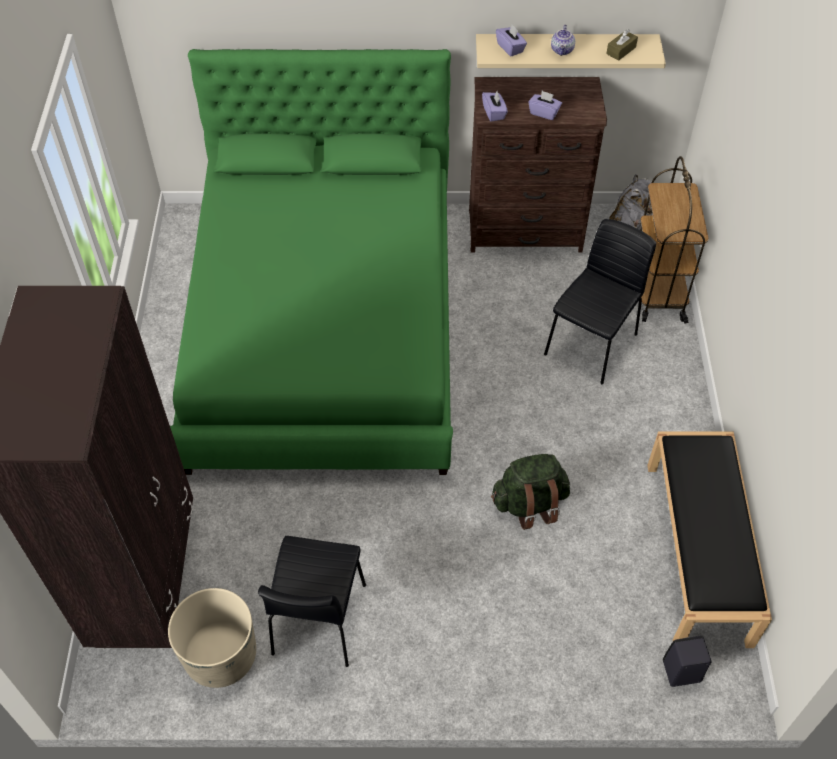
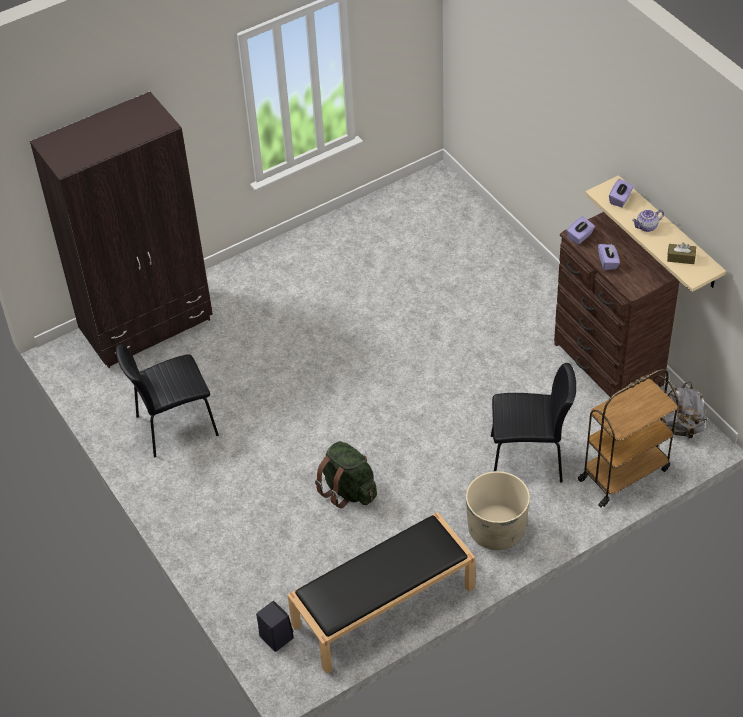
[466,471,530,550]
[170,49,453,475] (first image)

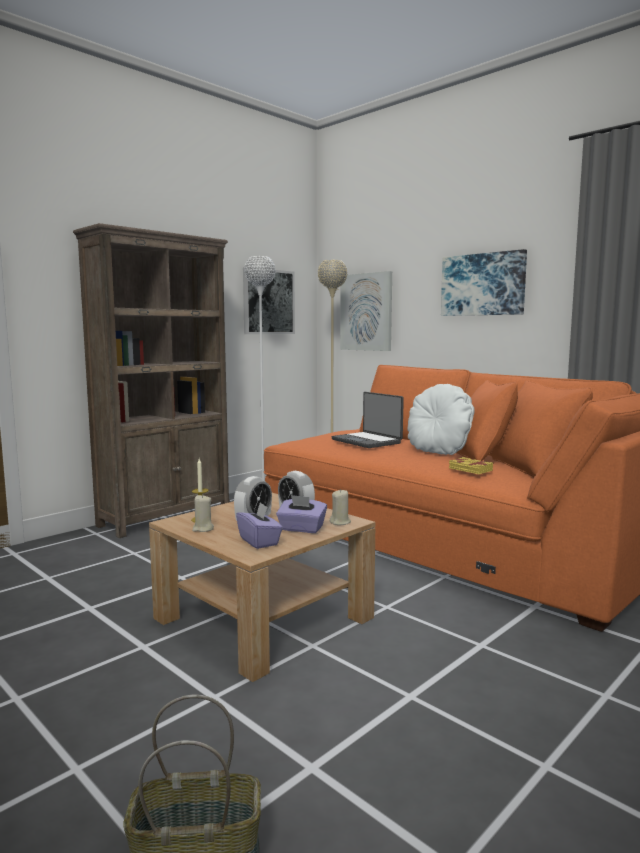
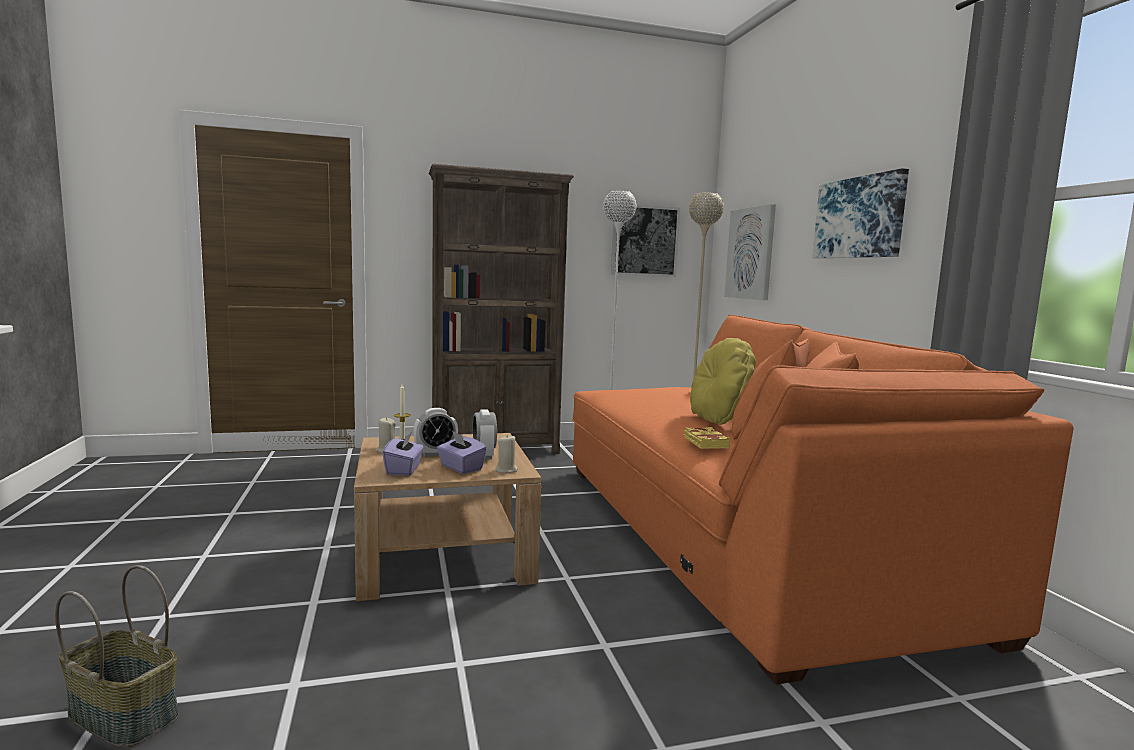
[690,338,756,425]
[332,392,404,448] (first image)

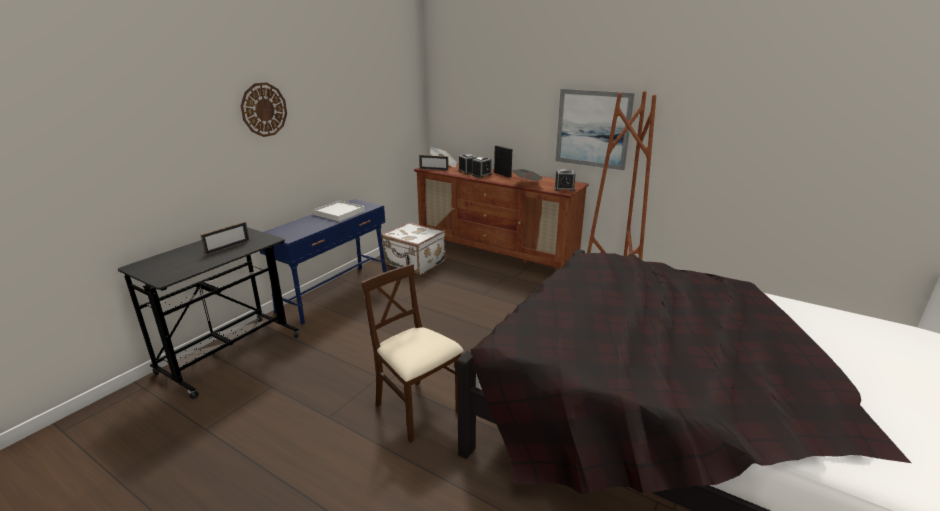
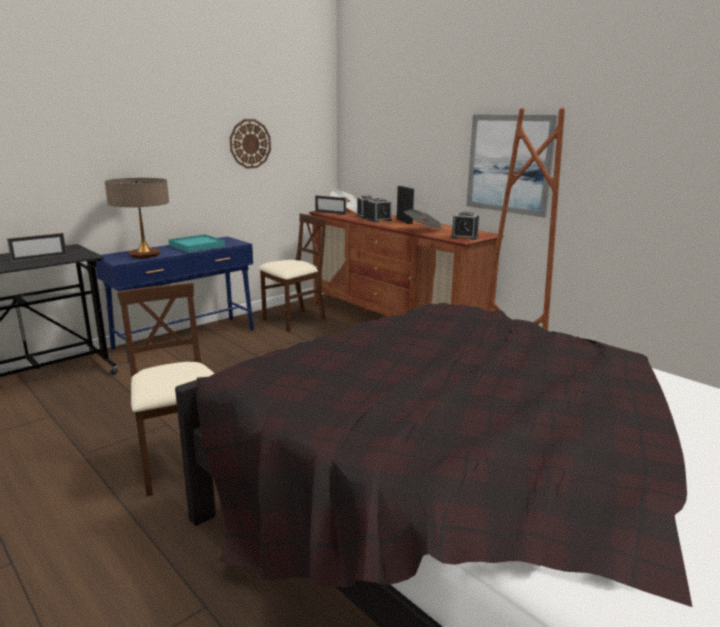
[105,178,169,258]
[168,234,225,252]
[230,119,271,169]
[259,214,326,332]

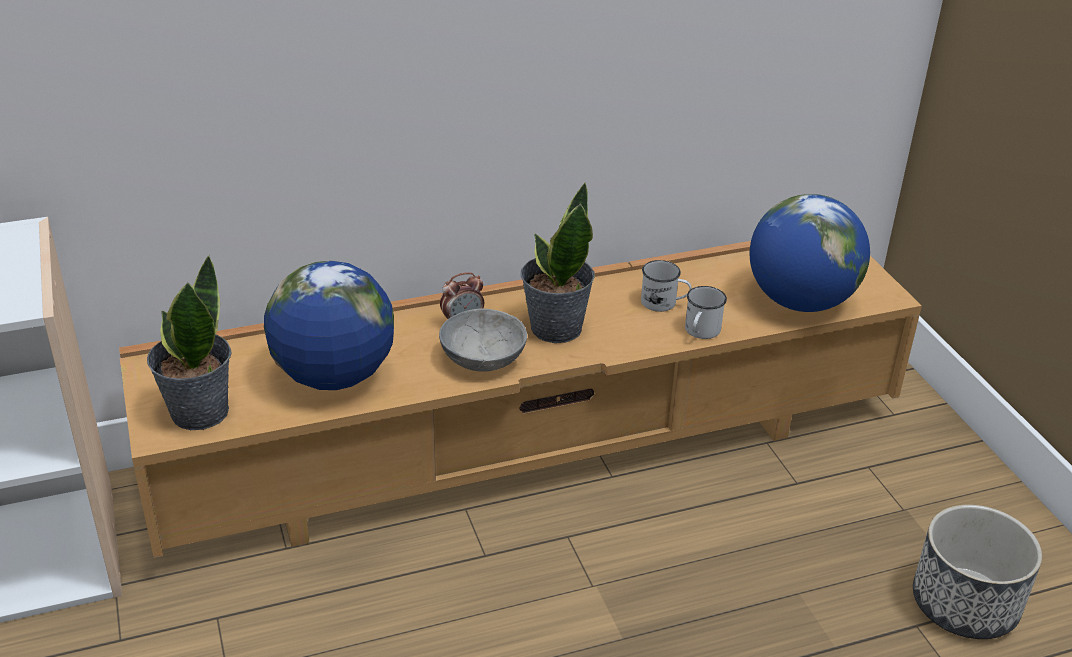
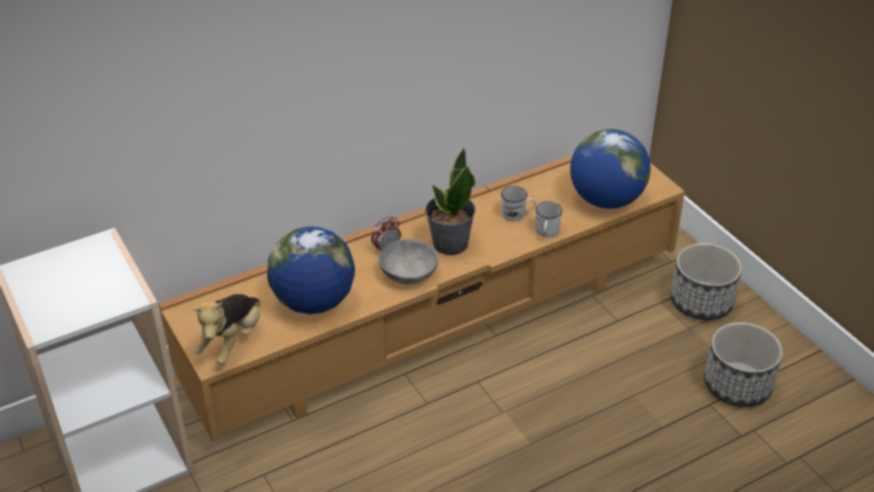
[193,294,260,365]
[670,243,742,320]

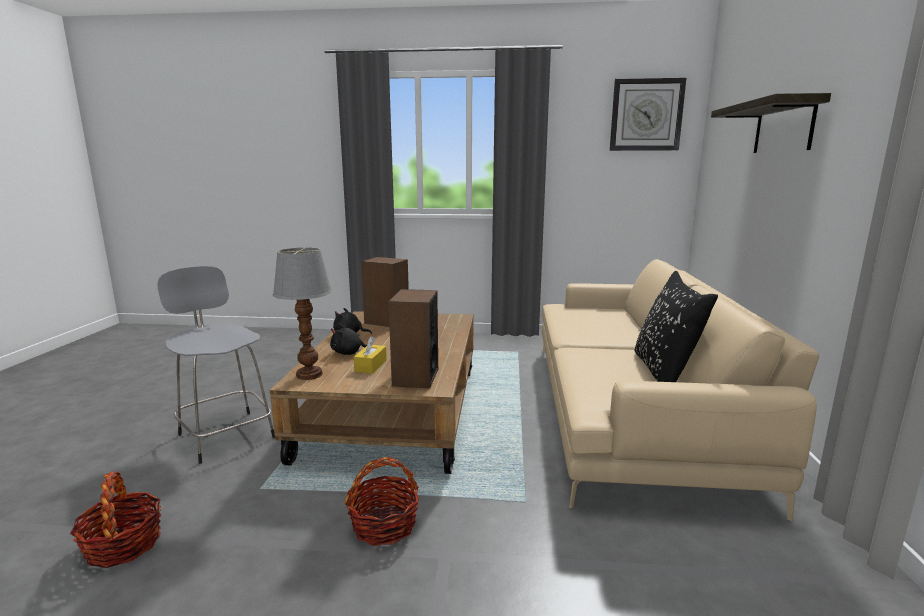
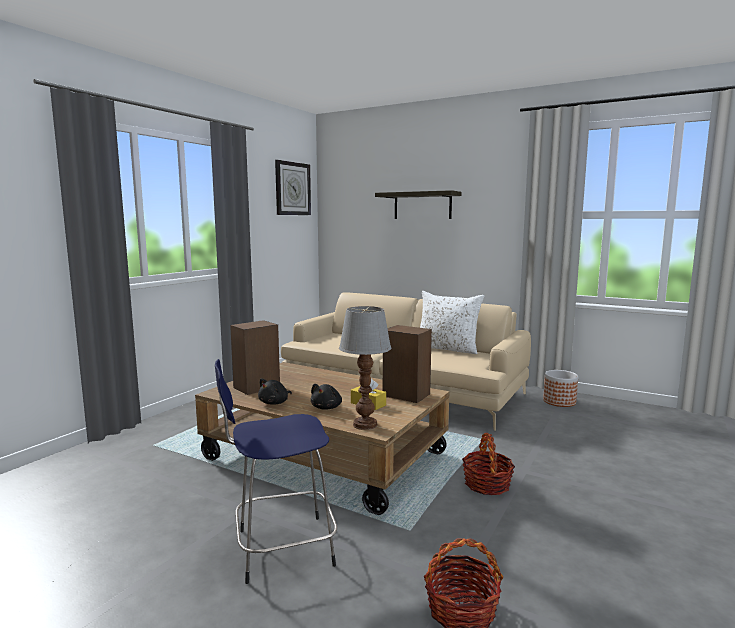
[215,359,337,584]
[420,291,484,354]
[543,370,578,407]

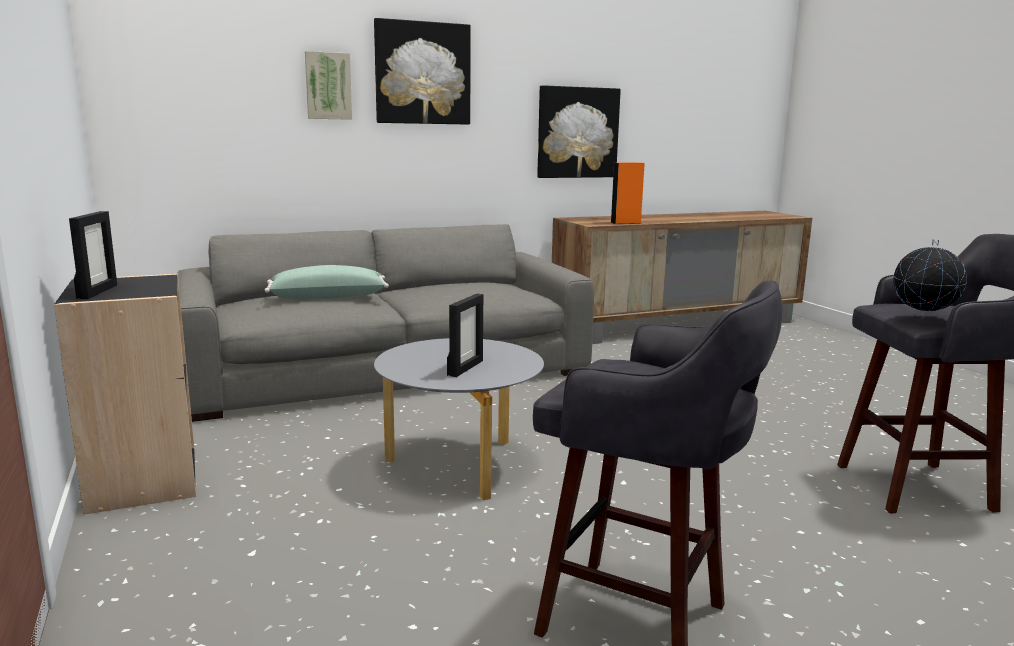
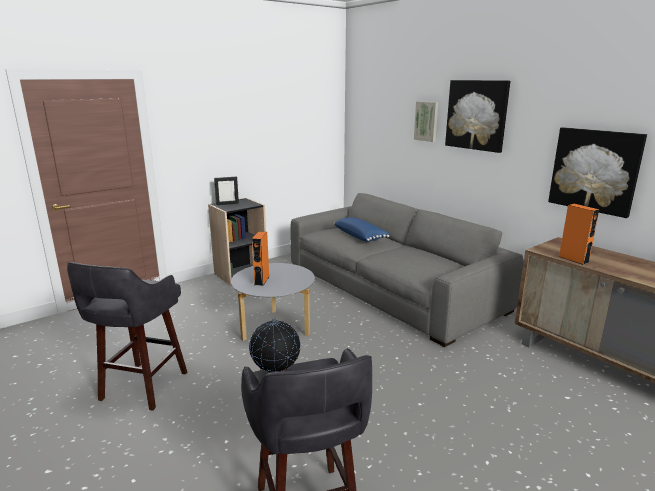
[252,231,270,286]
[334,217,390,242]

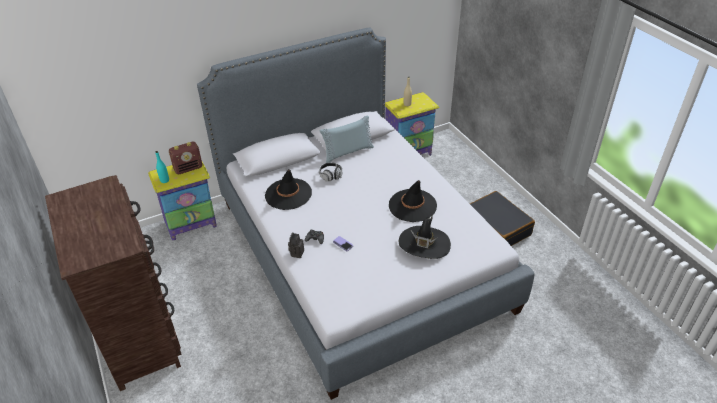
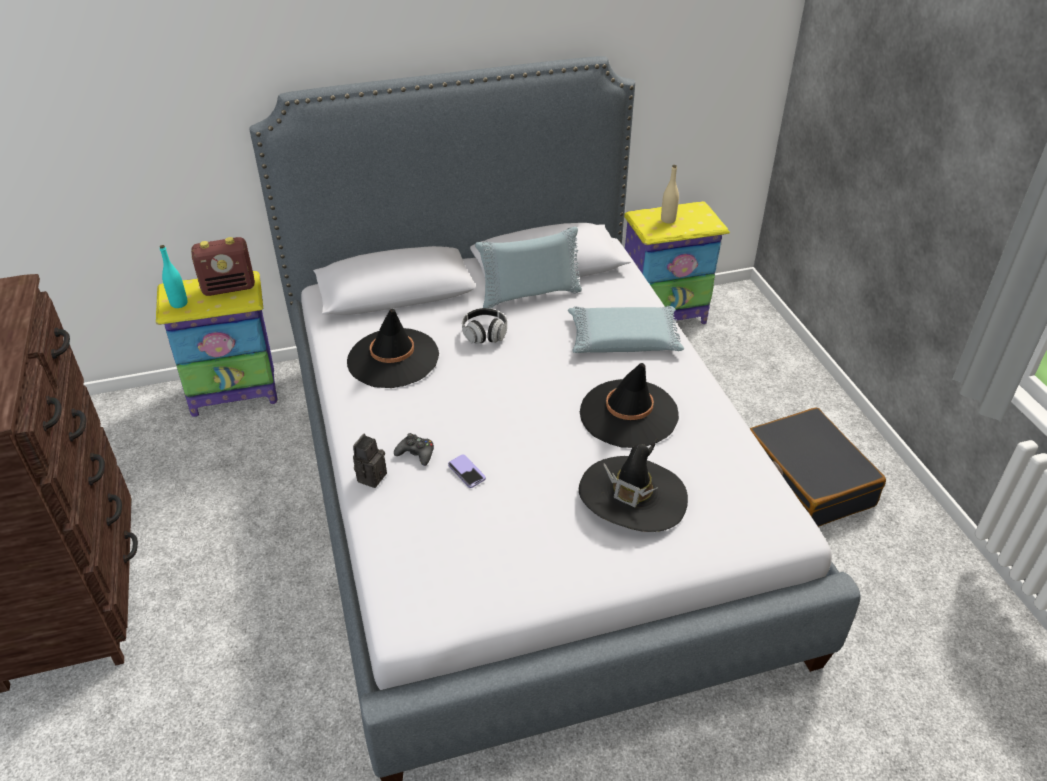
[568,306,684,353]

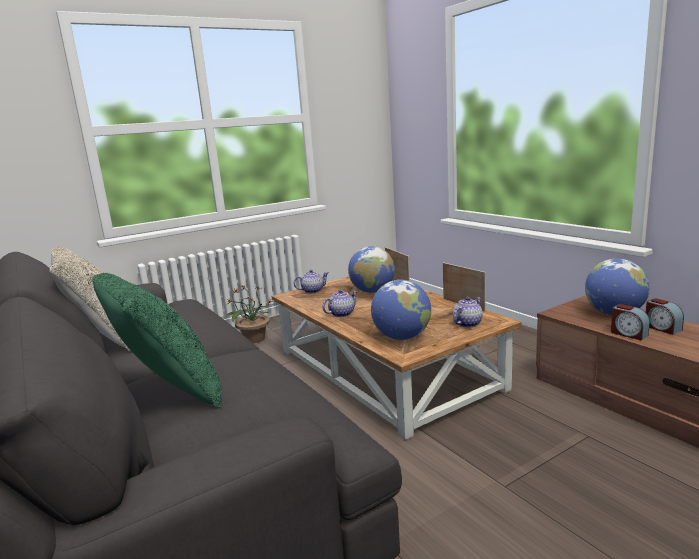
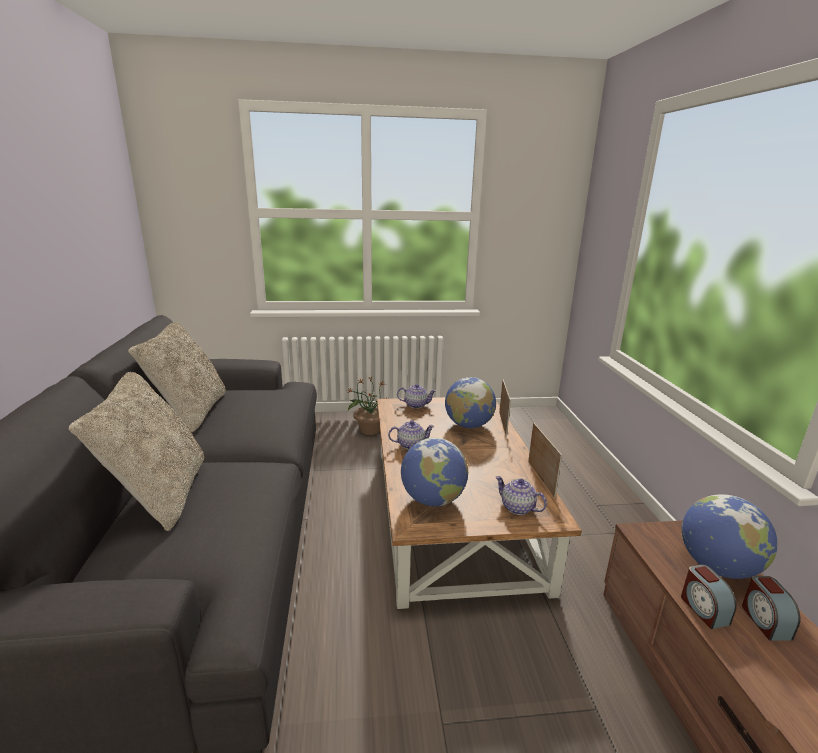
[68,372,204,531]
[495,476,547,515]

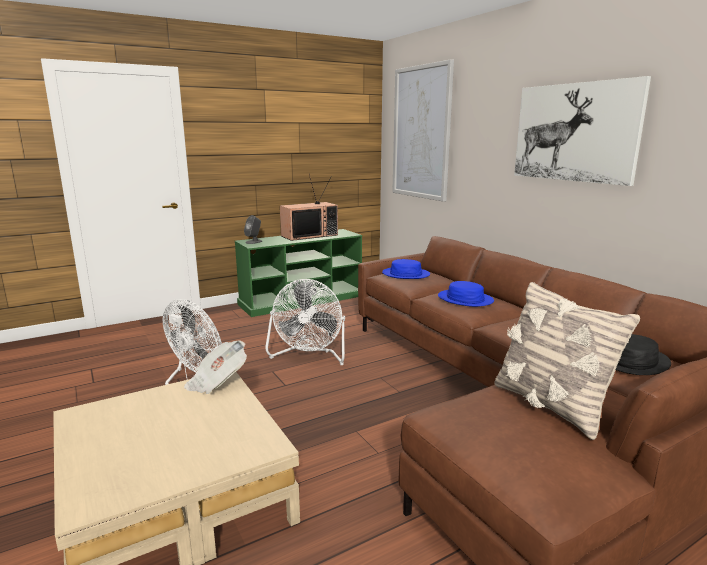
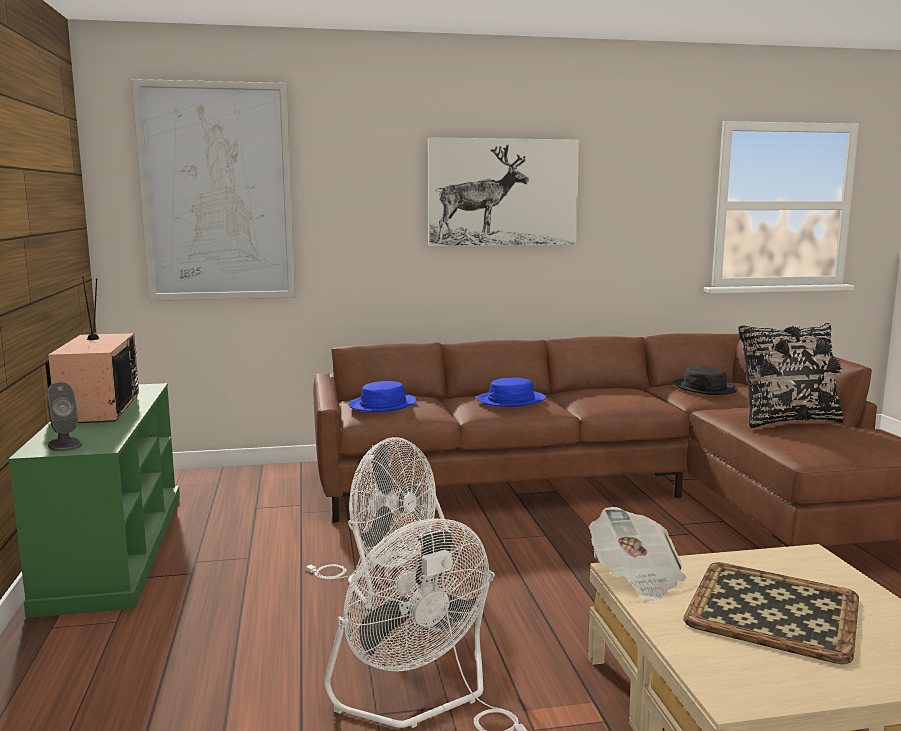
[684,562,859,664]
[738,323,843,428]

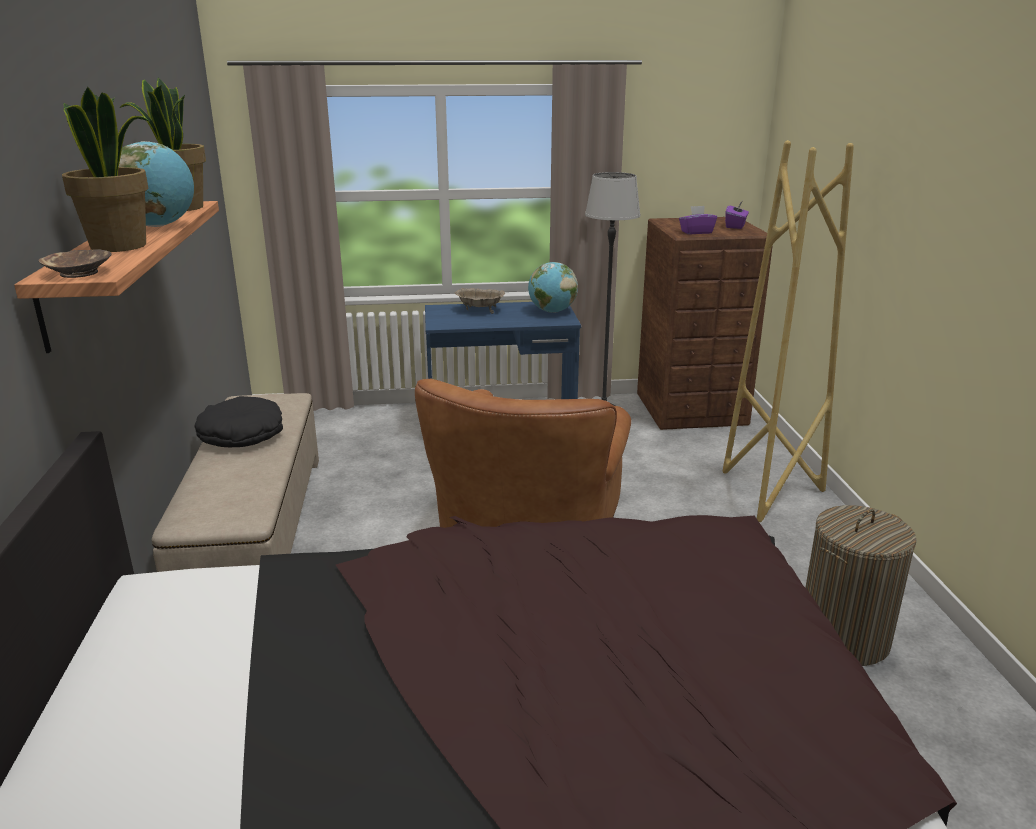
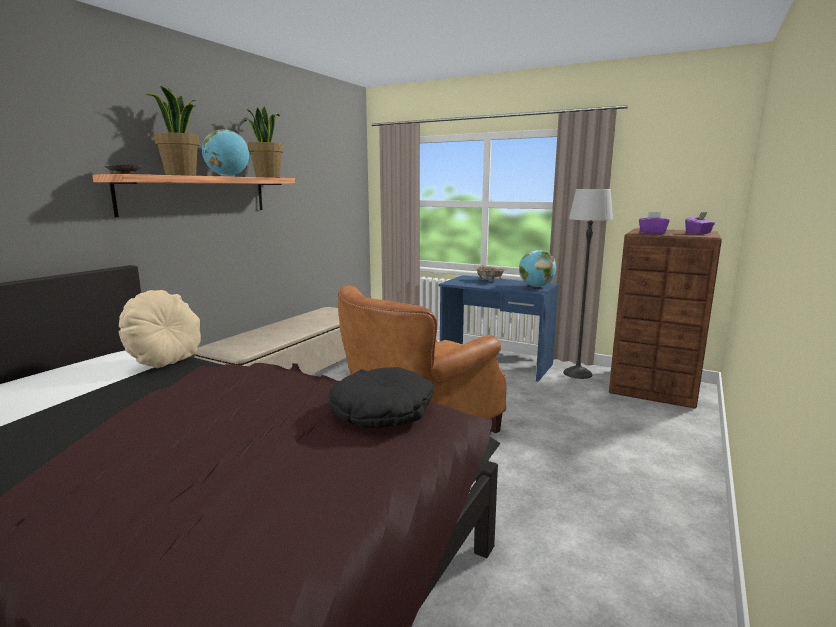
[119,290,201,368]
[329,367,433,428]
[723,140,854,522] (first image)
[805,505,917,666] (first image)

